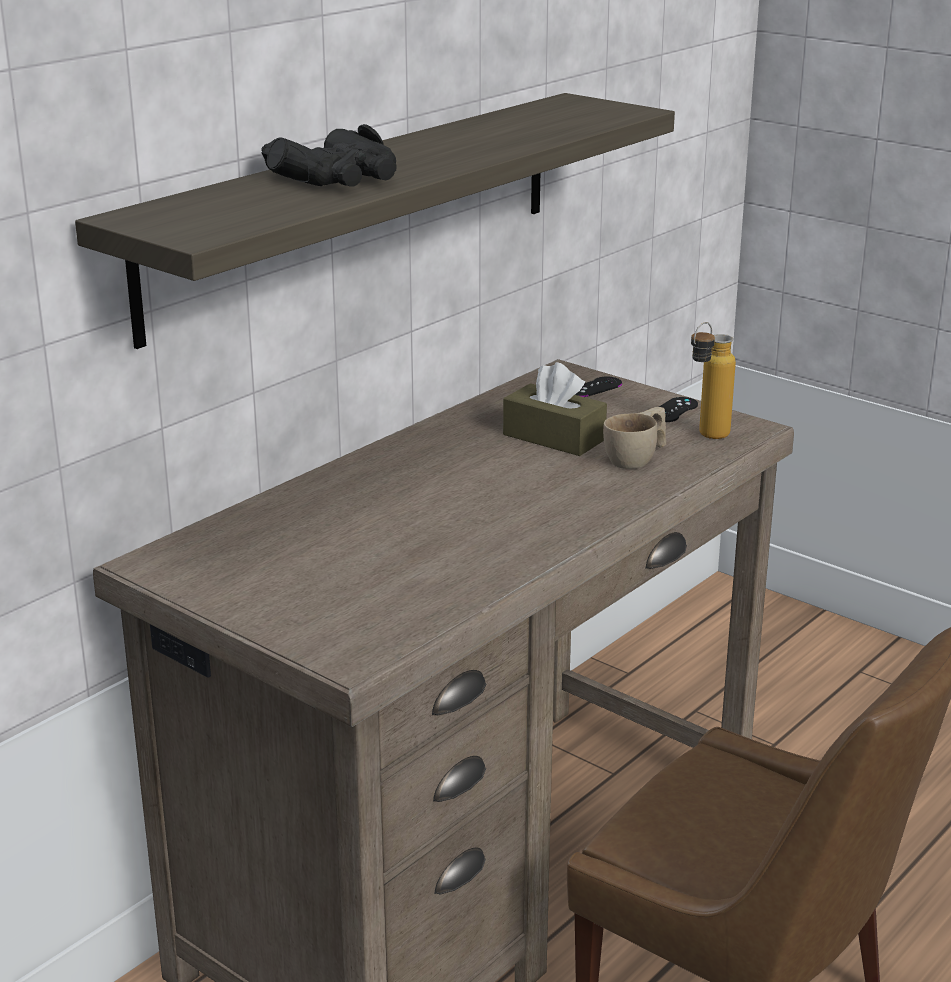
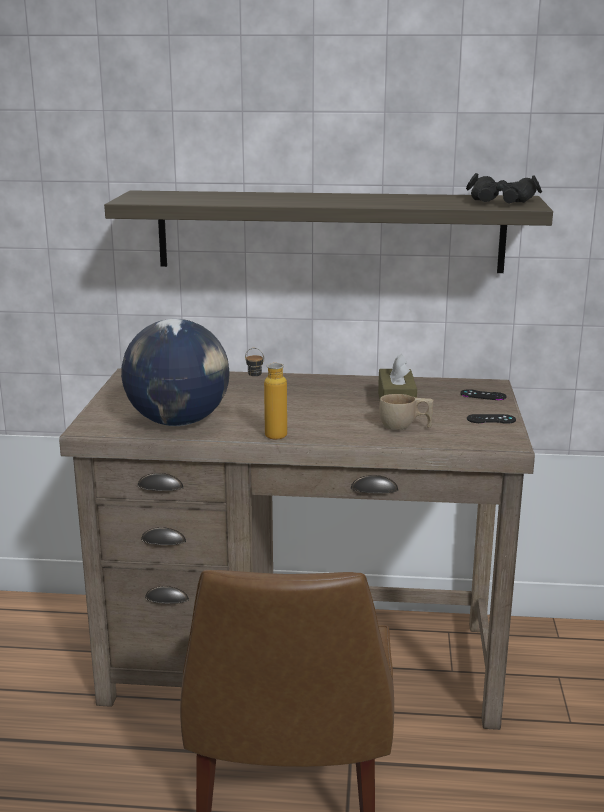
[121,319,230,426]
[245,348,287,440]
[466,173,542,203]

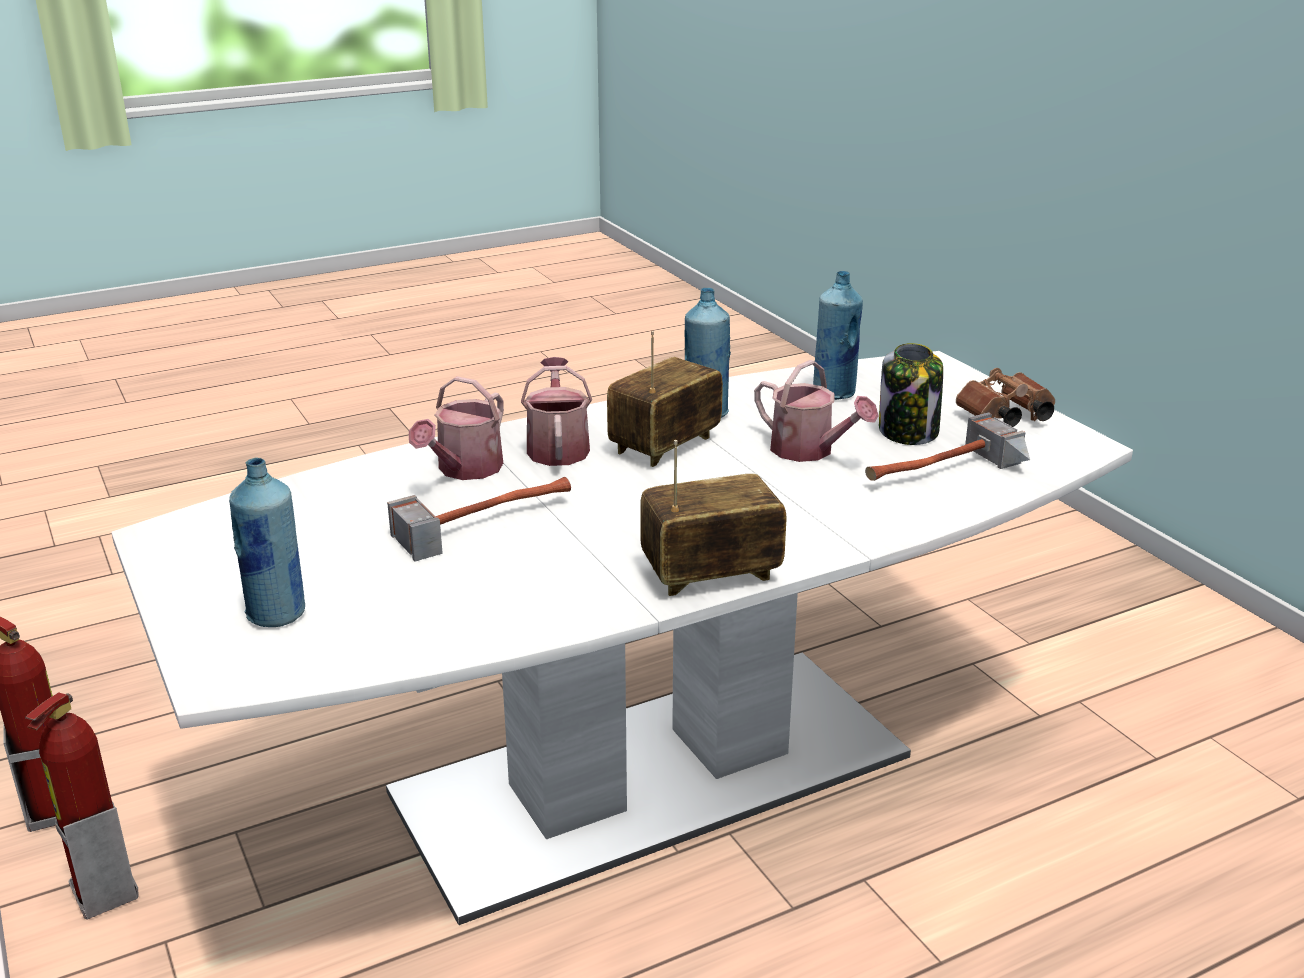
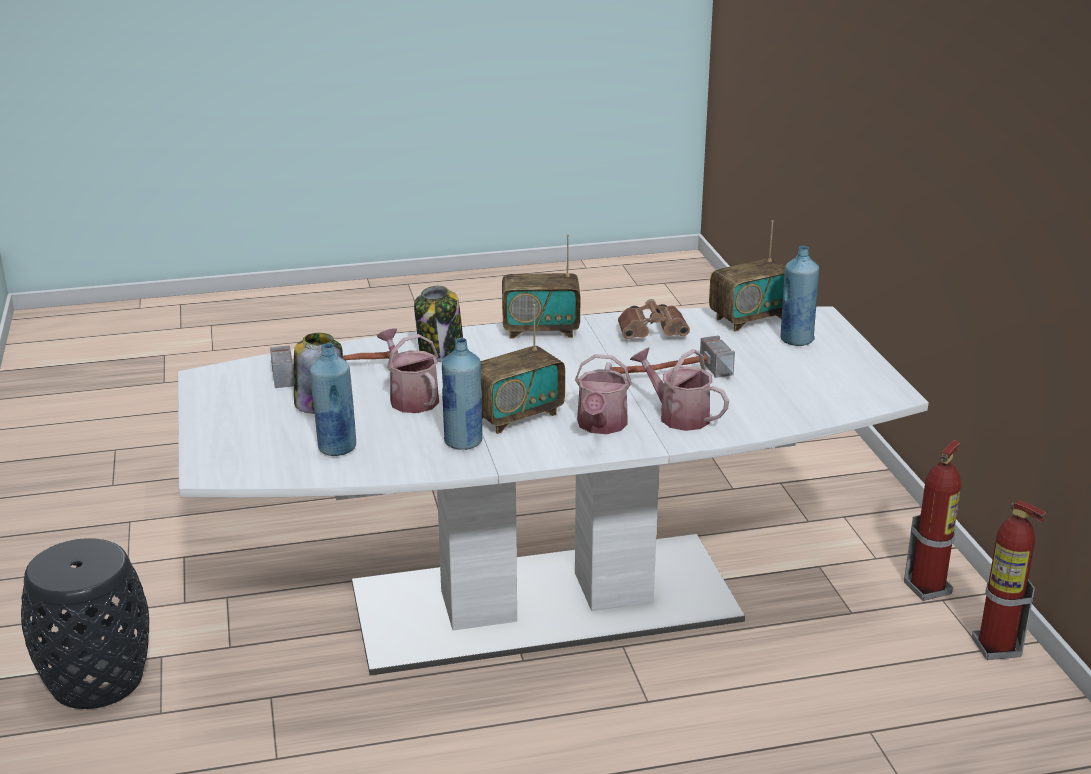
[21,538,149,709]
[414,286,463,362]
[618,299,690,339]
[630,347,729,431]
[709,220,785,332]

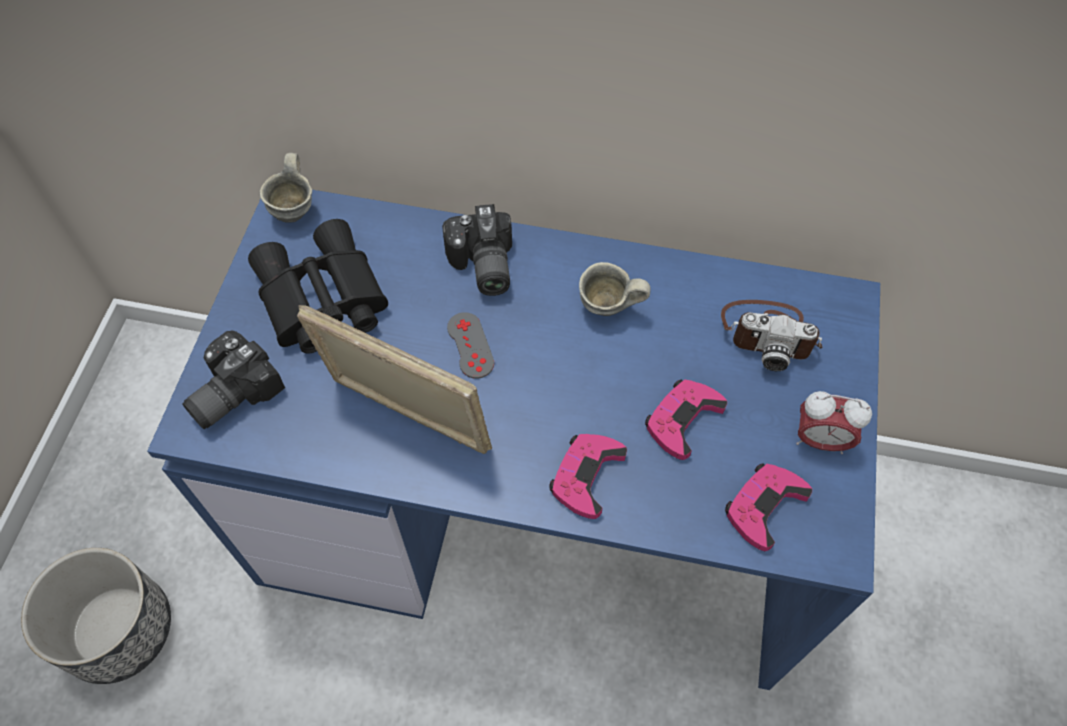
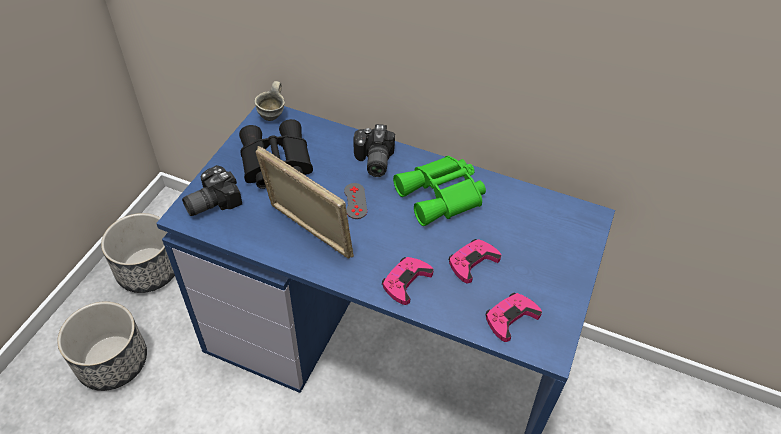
[101,213,175,293]
[393,156,486,226]
[721,300,822,371] (first image)
[796,391,872,454] (first image)

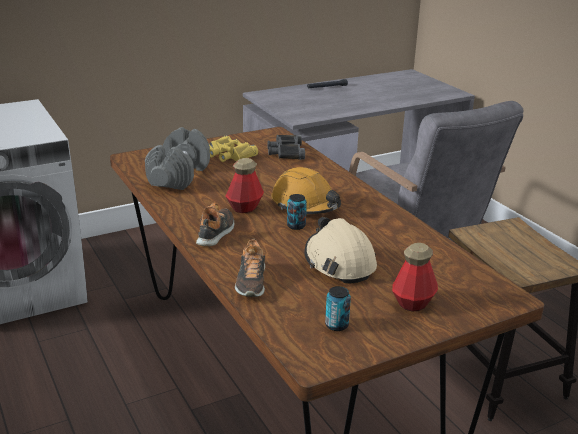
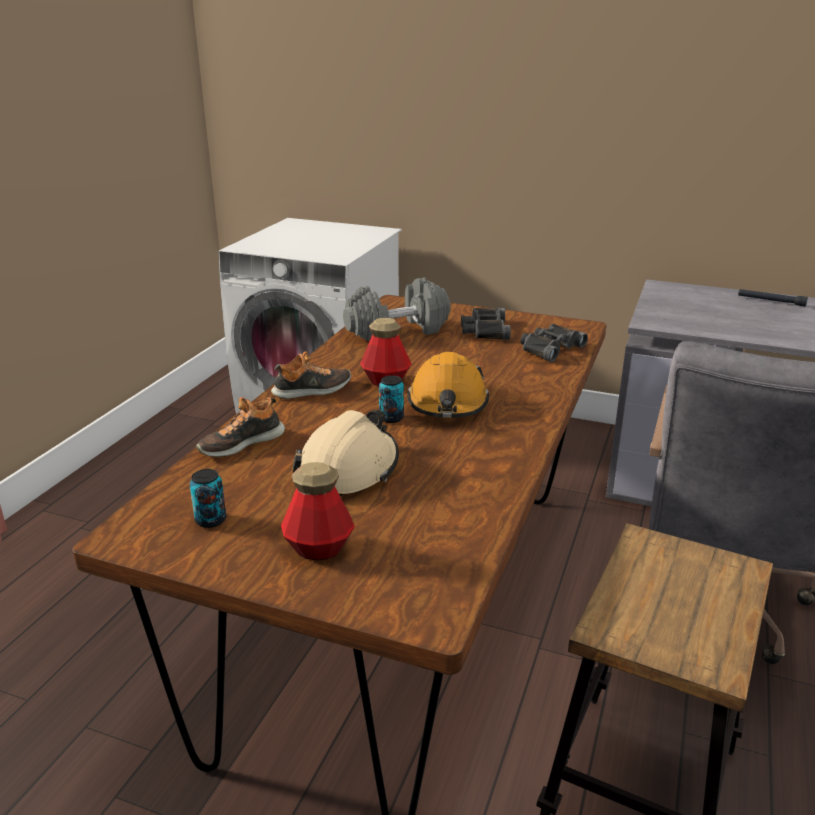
[461,308,511,340]

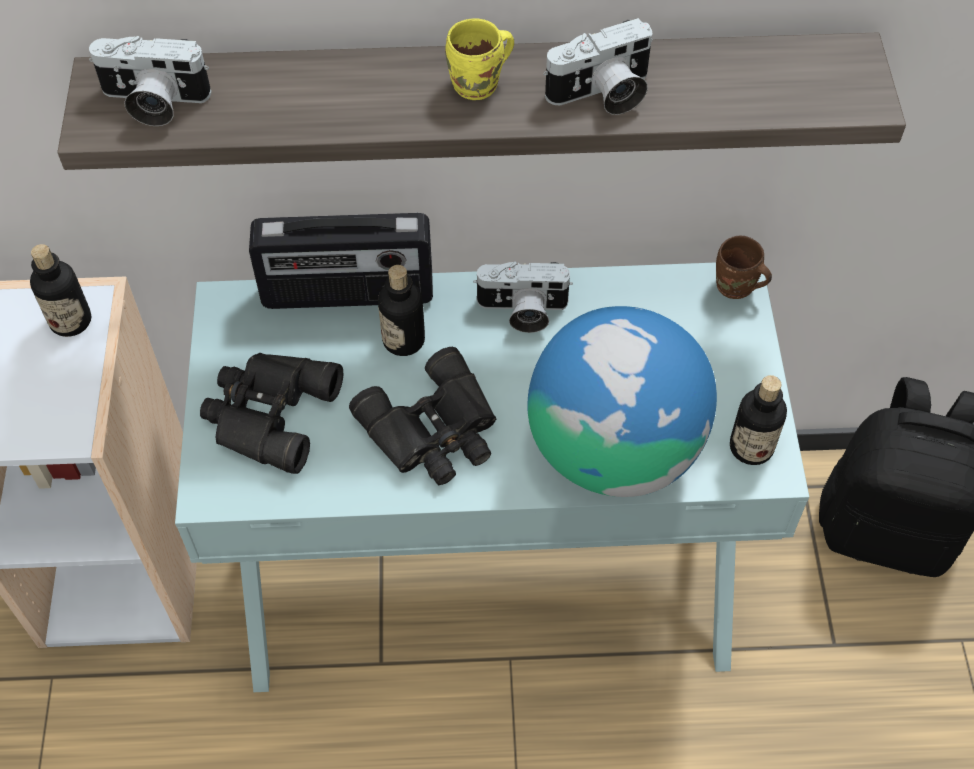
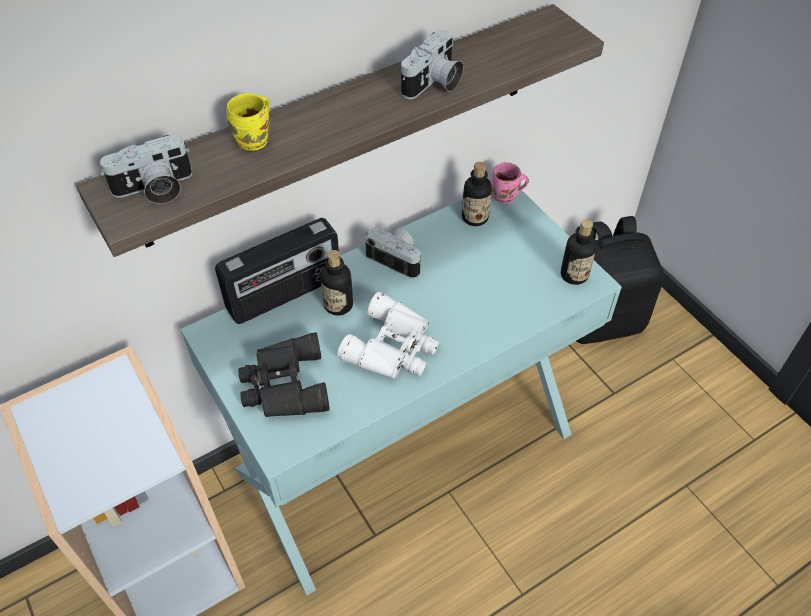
[227,93,270,151]
[337,292,439,379]
[365,227,422,279]
[462,162,492,226]
[492,162,529,204]
[528,306,717,497] (first image)

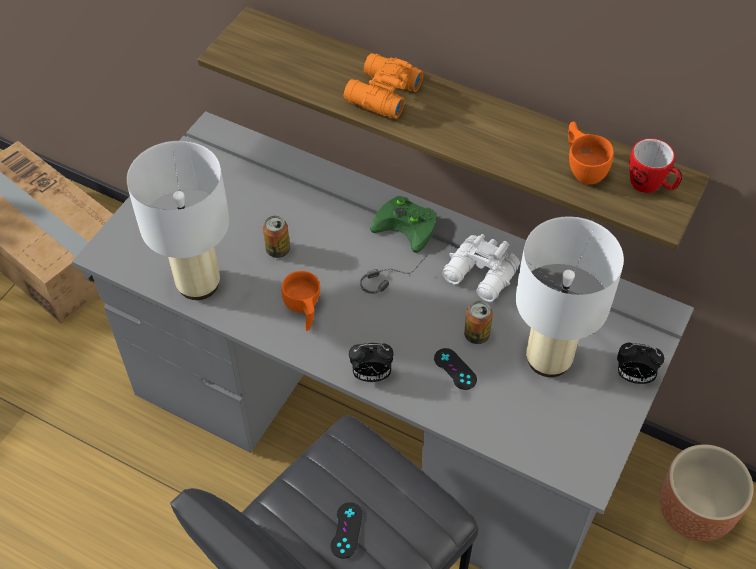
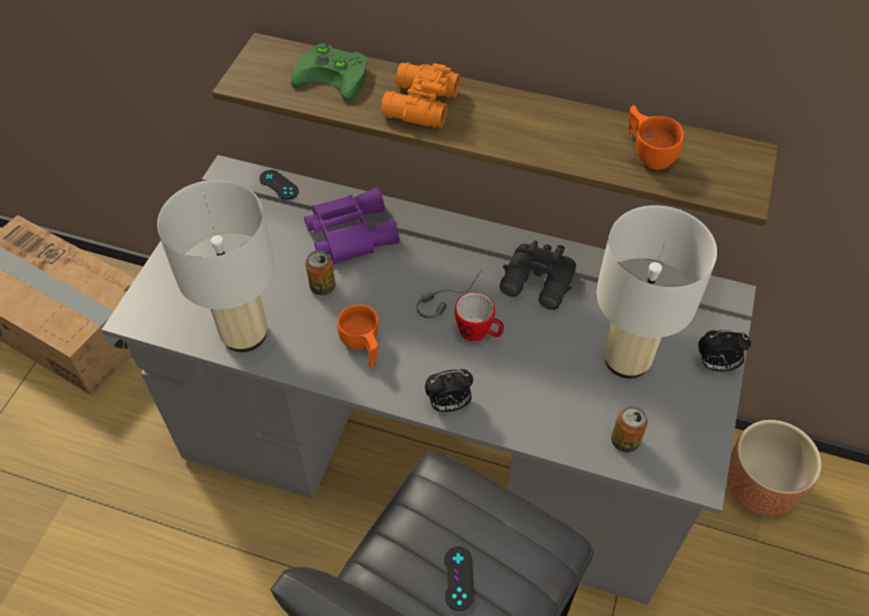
[260,170,299,200]
[291,43,367,101]
[304,187,400,264]
[455,292,504,341]
[500,241,576,310]
[611,406,648,453]

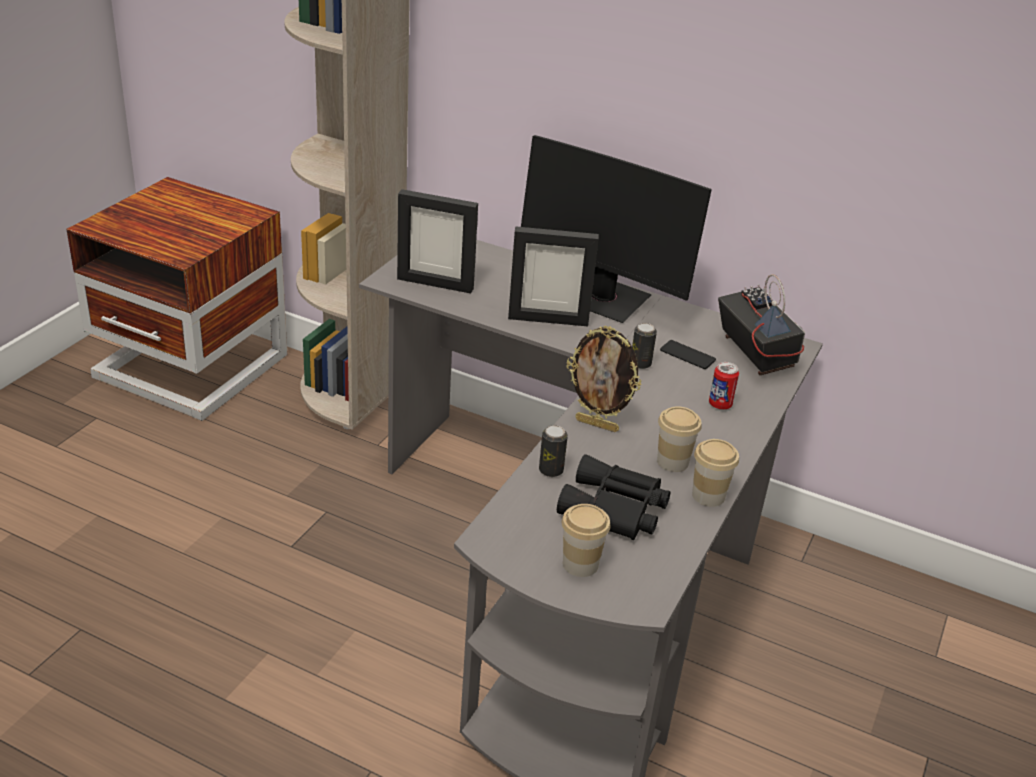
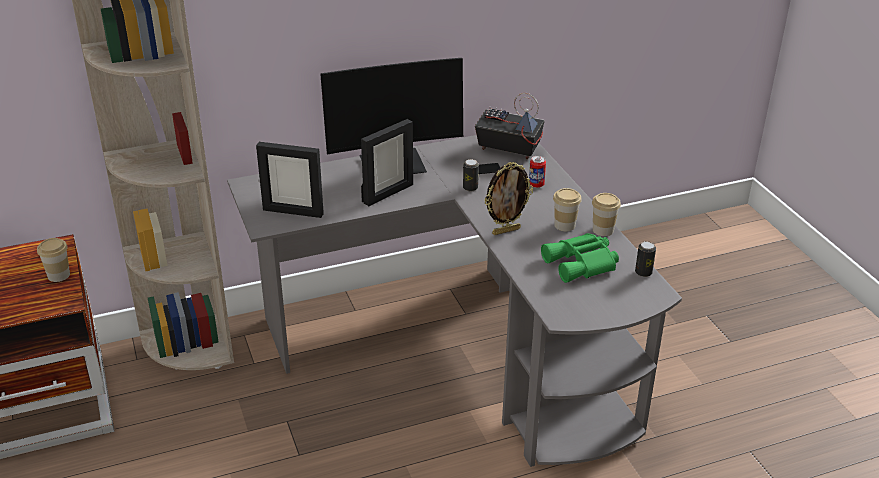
[37,238,70,282]
[256,142,324,218]
[541,233,619,283]
[635,241,656,277]

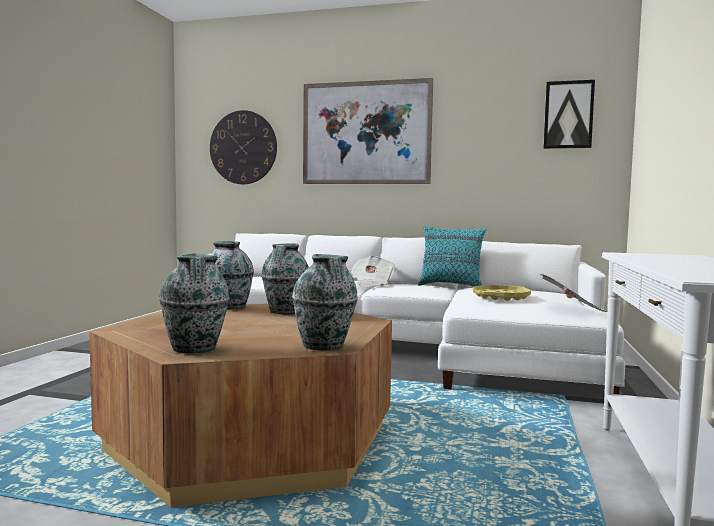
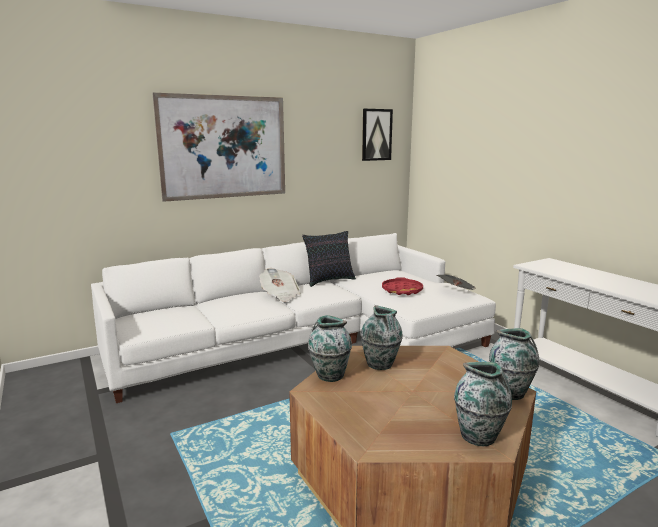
[302,231,356,287]
[382,277,423,295]
[210,110,277,184] (first image)

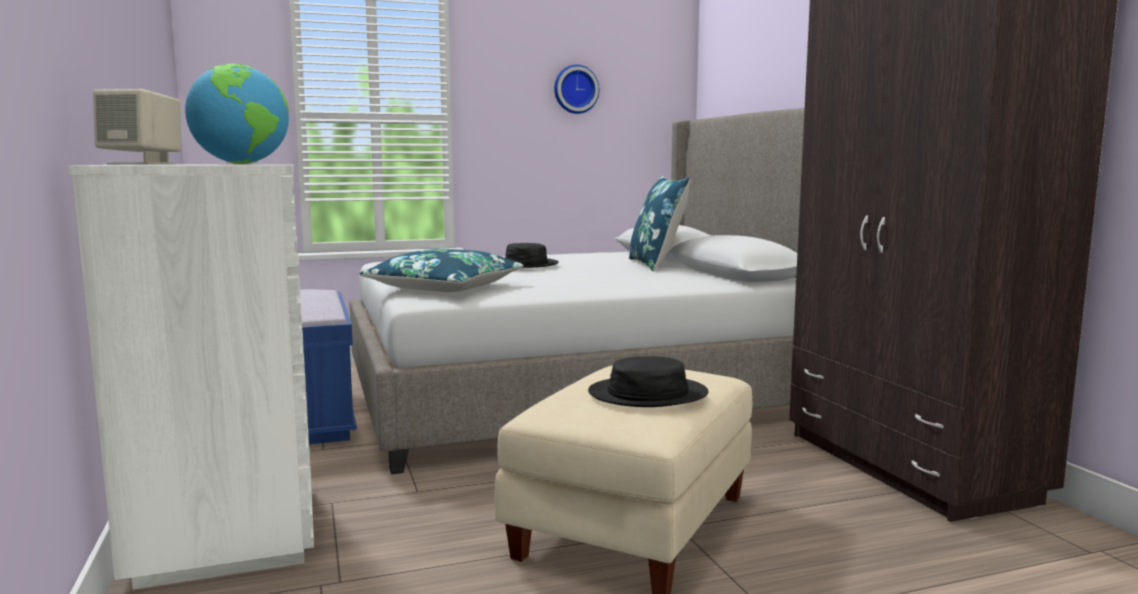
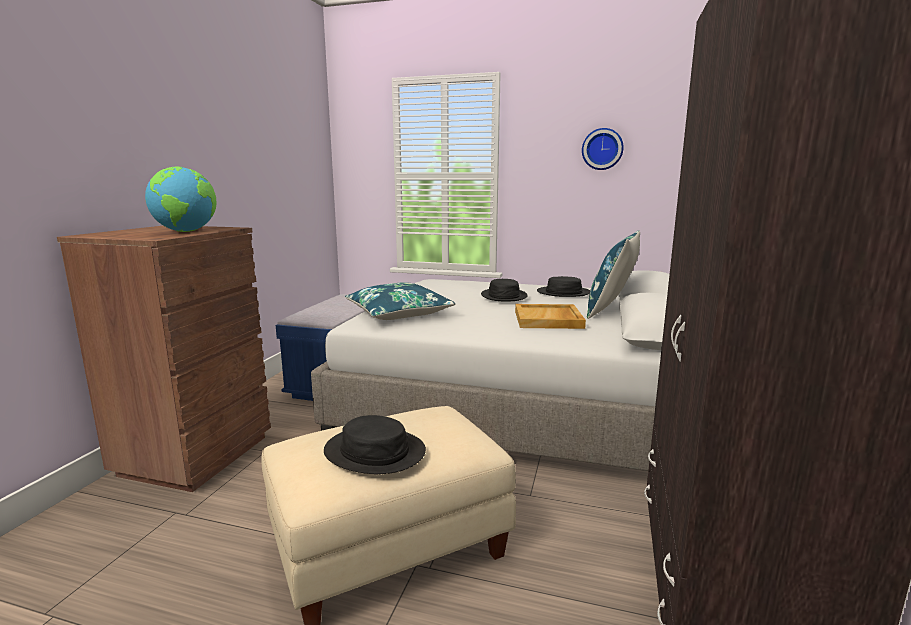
[57,226,271,492]
[515,304,586,329]
[537,276,590,297]
[93,89,182,164] (first image)

